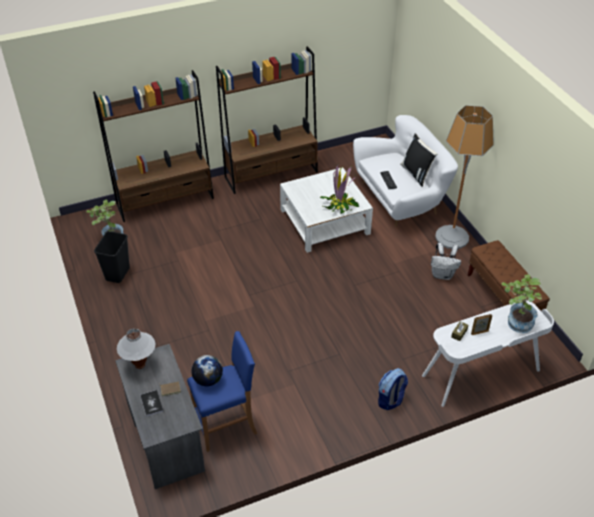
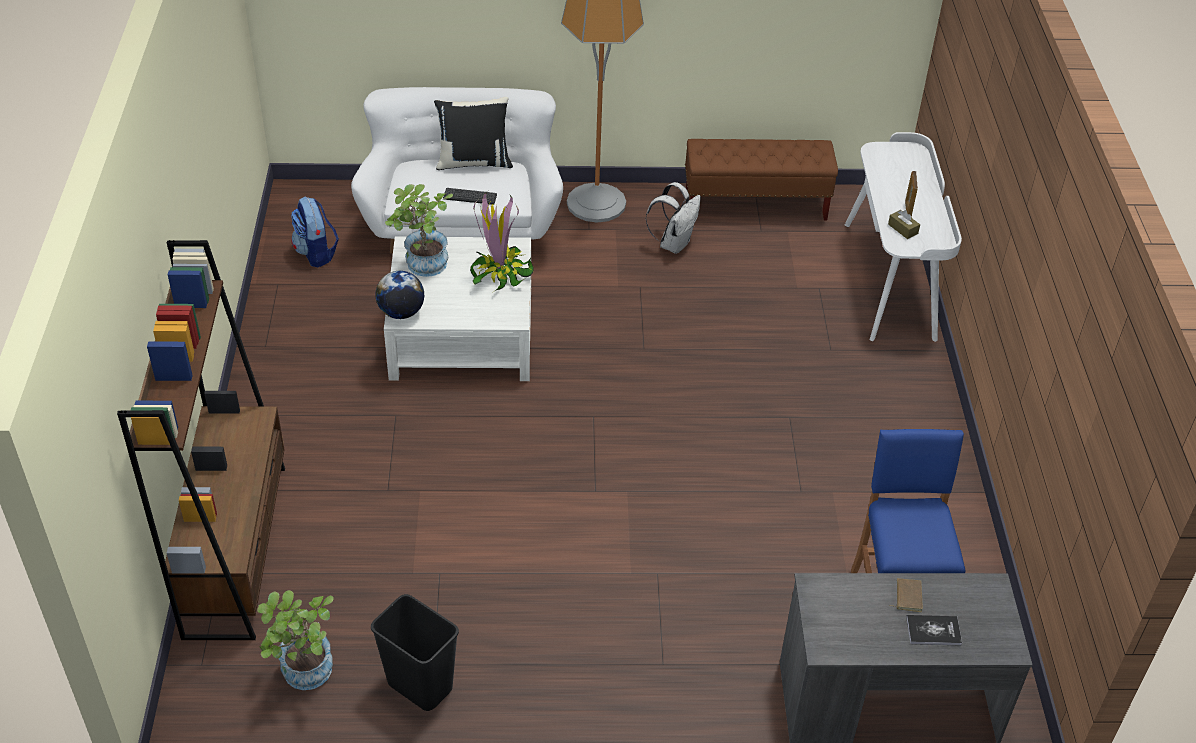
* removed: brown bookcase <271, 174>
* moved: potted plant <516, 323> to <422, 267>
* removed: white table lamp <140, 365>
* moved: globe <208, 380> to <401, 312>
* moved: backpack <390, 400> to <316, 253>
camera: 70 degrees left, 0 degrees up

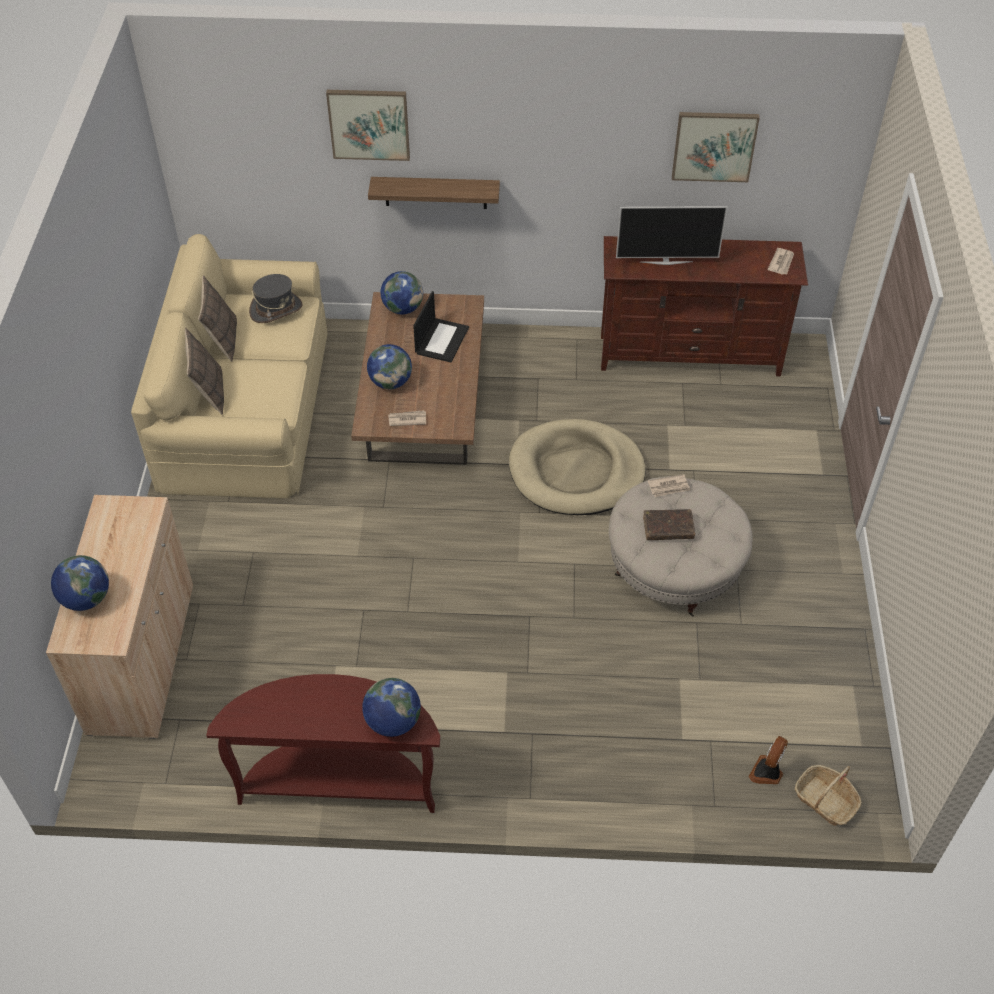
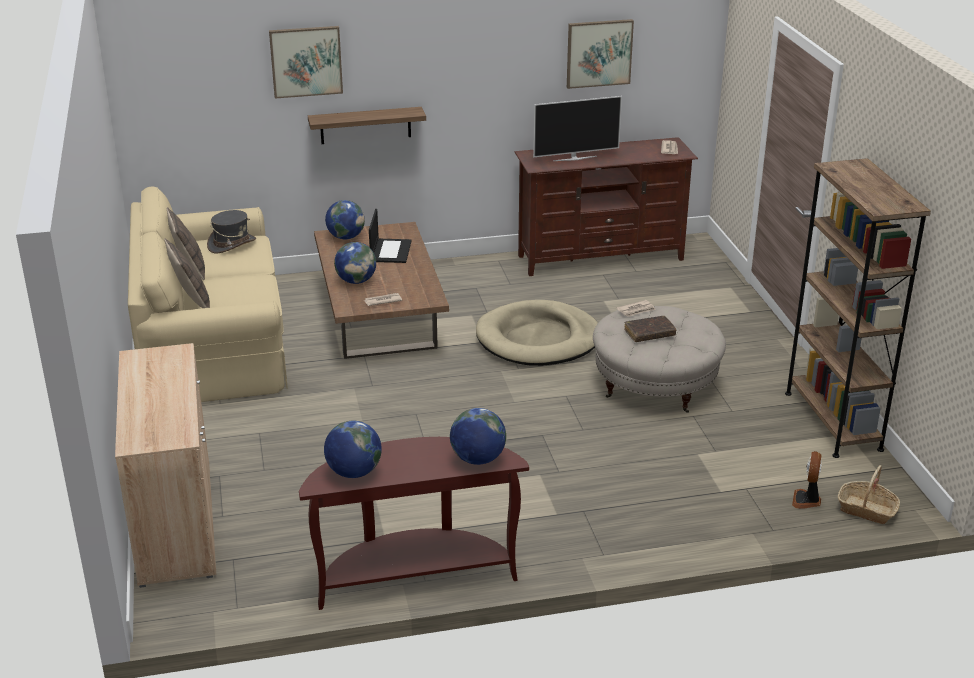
* moved: globe <86, 598> to <354, 472>
* added: brown bookcase <832, 421>
camera: 15 degrees left, 20 degrees down

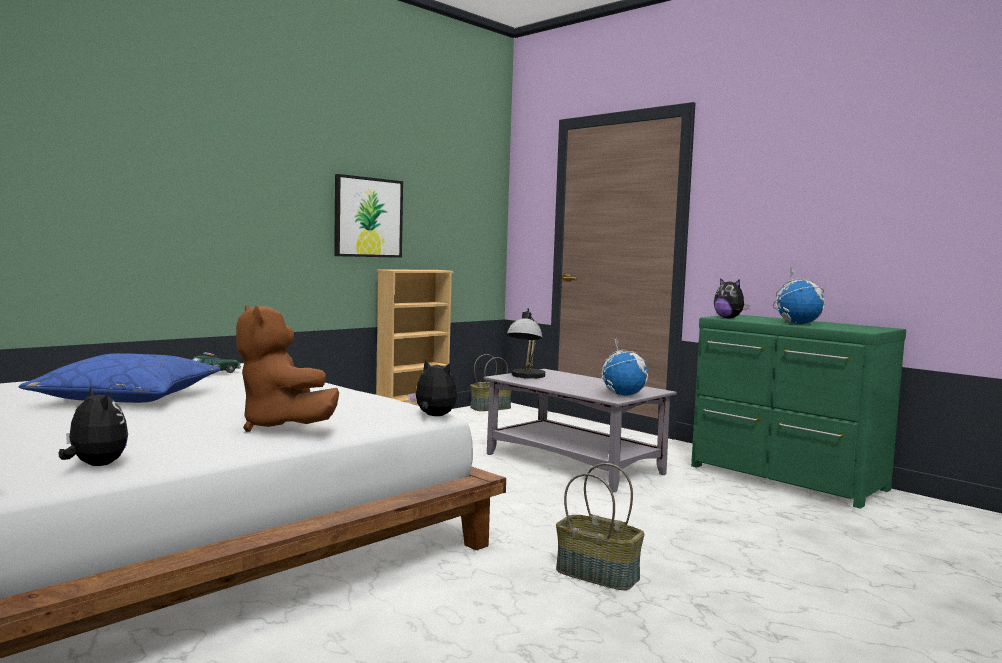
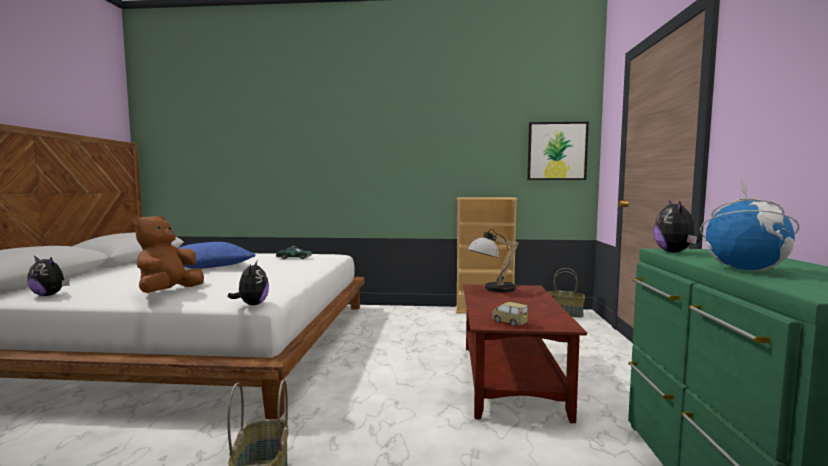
* moved: picture <368, 217> to <557, 151>
* replaced: globe <623, 395> to toy car <509, 322>
* recoloured: grey coffee table <574, 464> to brown coffee table <511, 379>
* turned: plush toy <95, 465> = <49, 295> 105 degrees clockwise
camera: 50 degrees right, 0 degrees up

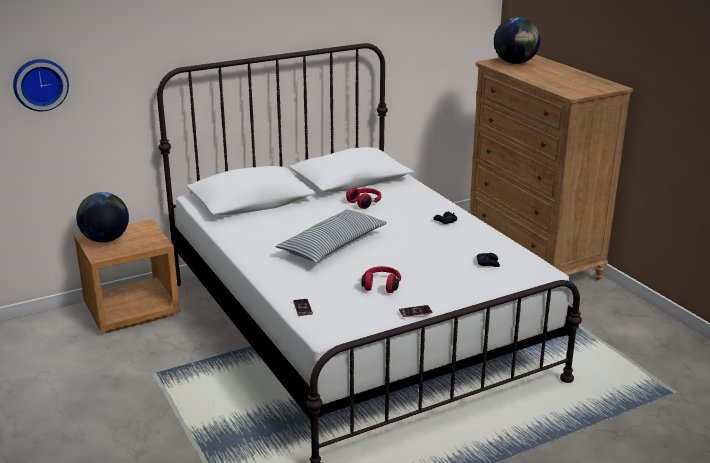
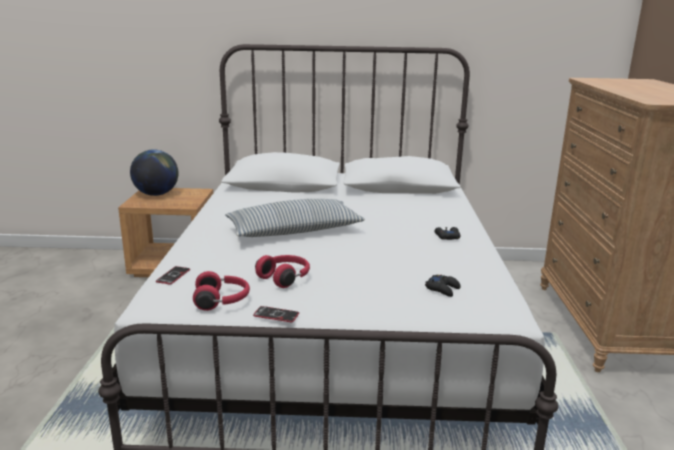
* removed: globe <515, 63>
* removed: wall clock <40, 84>
* moved: red headphones <365, 203> to <222, 301>
camera: 30 degrees right, 5 degrees down

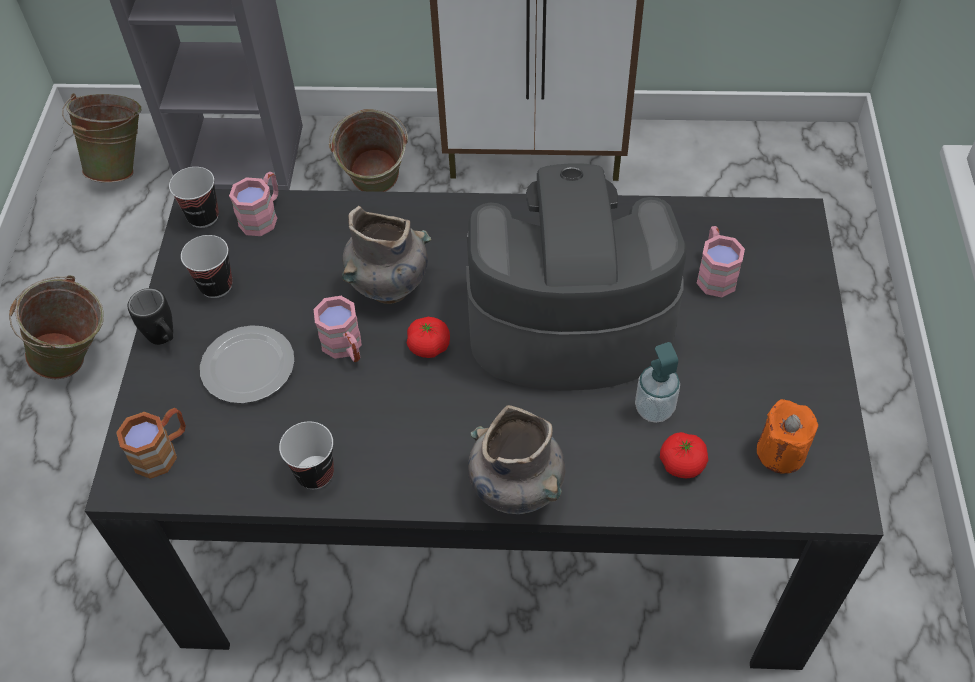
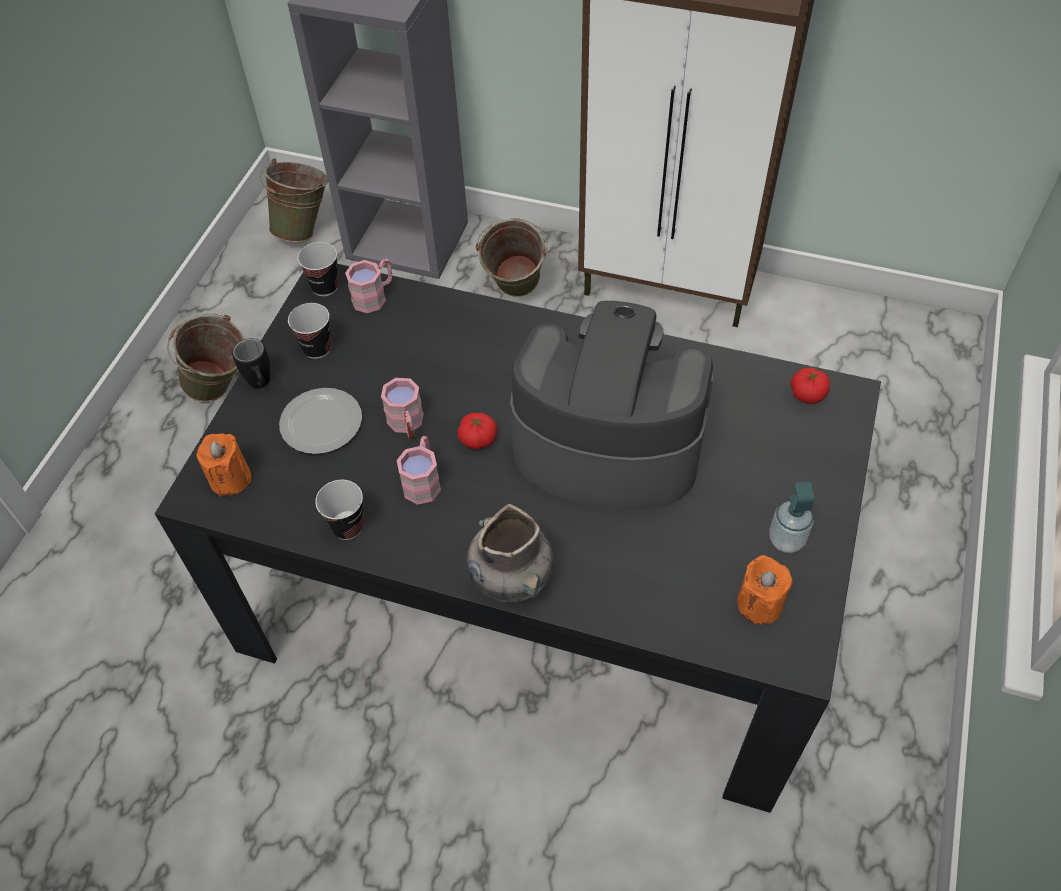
* removed: grey vase <390, 286>
* moved: pink mug <714, 273> to <423, 480>
* moved: soap dispenser <654, 409> to <786, 540>
* replaced: brown mug <162, 451> to orange candle <230, 479>
* moved: tomato <682, 464> to <807, 394>
camera: 15 degrees right, 0 degrees up

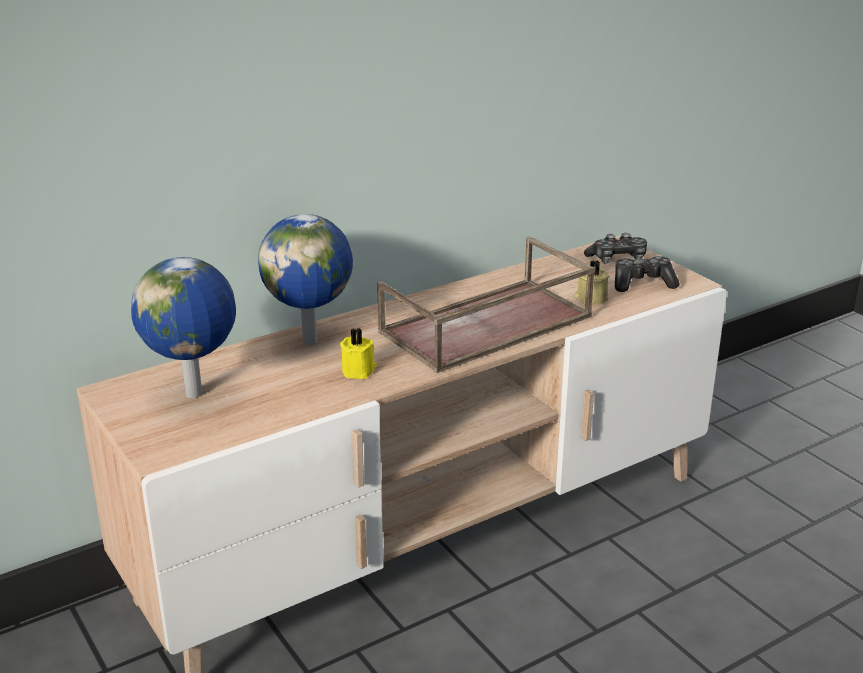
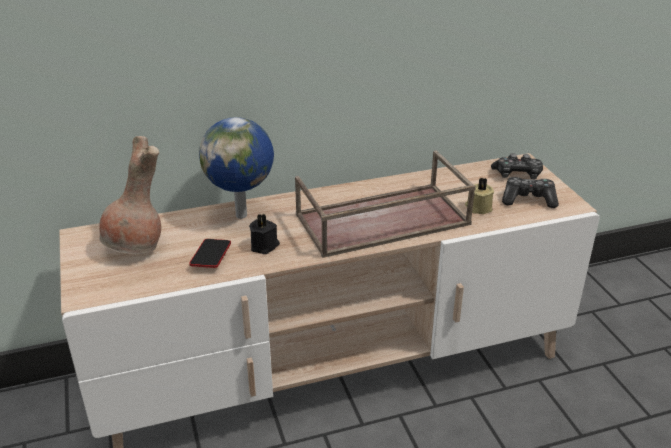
* replaced: globe <195, 394> to brown vase <136, 248>
* recoloured: yellow candle <359, 370> to black candle <265, 246>
* added: phone <211, 256>
camera: 15 degrees right, 5 degrees up

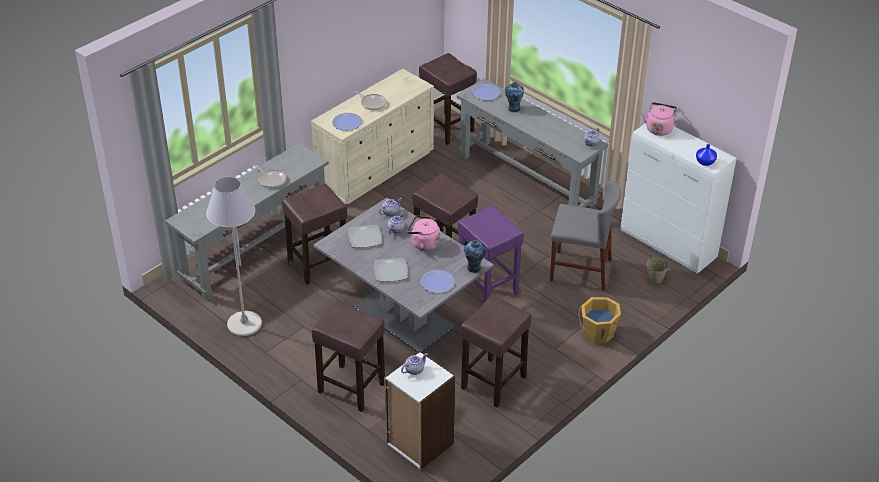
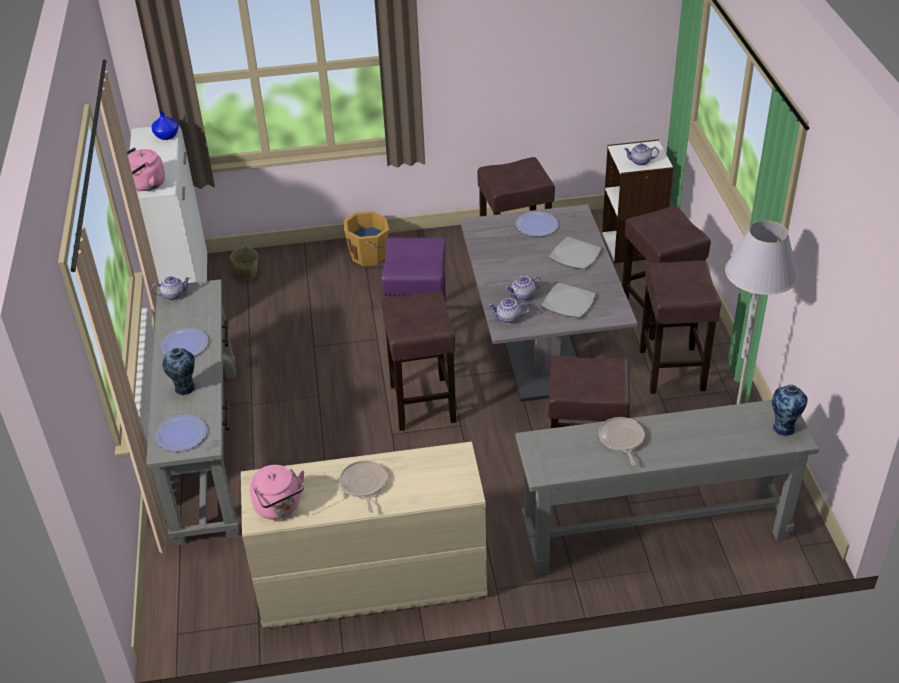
* moved: brown stool <446, 128> to <672, 371>
* moved: plate <347, 122> to <185, 344>
* removed: grey chair <580, 270>
* moved: pink kettle <423, 243> to <279, 507>
* moved: vase <474, 268> to <783, 427>
camera: 140 degrees left, 0 degrees up

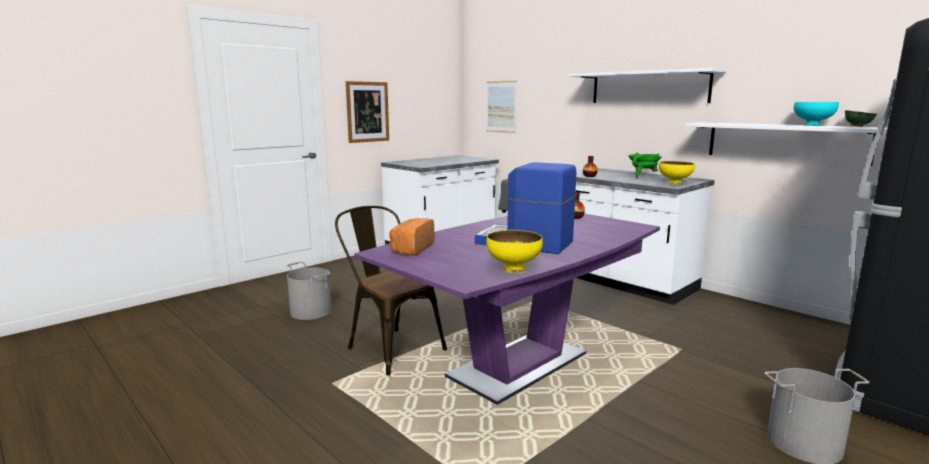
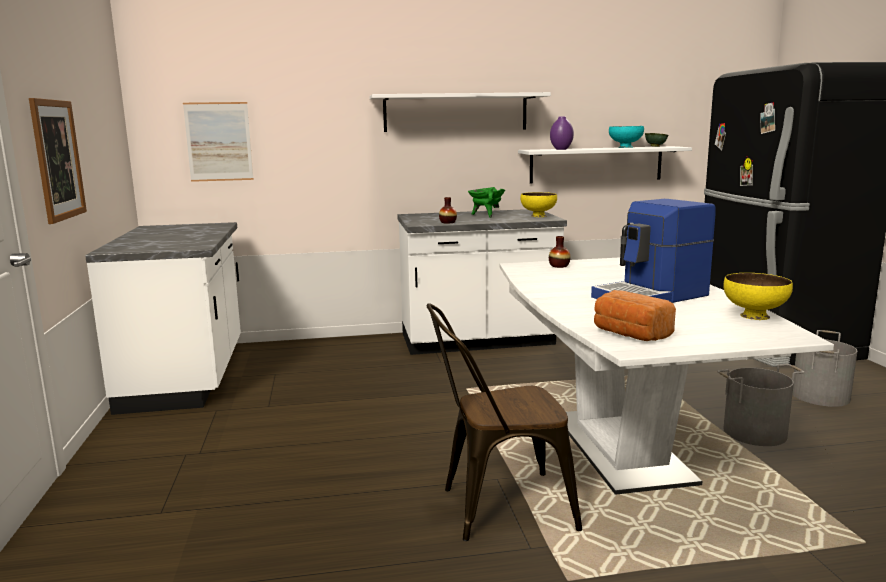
* recoloured: purple dining table <518, 365> to white dining table <620, 448>
* moved: grey bucket <311, 311> to <754, 432>
* added: purple vase <561, 149>
camera: 55 degrees left, 0 degrees up

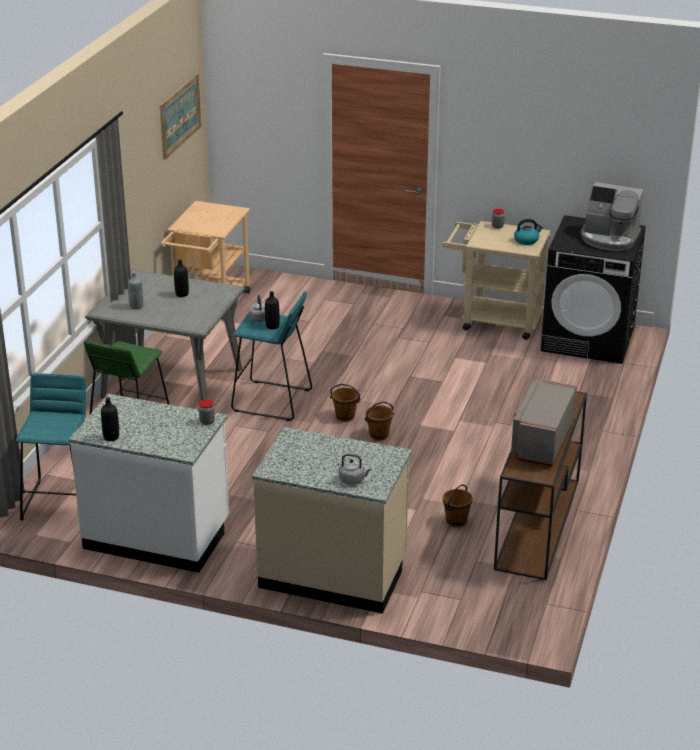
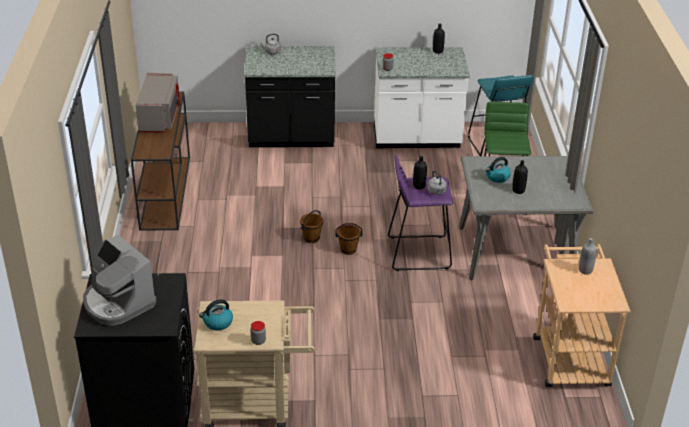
* removed: picture <180, 115>
* turned: coffee machine <609, 238> = <118, 303> 135 degrees counterclockwise
* moved: grey bottle <136, 306> to <585, 270>
* recoloured: turquoise stool <272, 401> to purple stool <418, 252>
* recoloured: beige counter <333, 574> to black counter <291, 138>
* removed: brown bucket <456, 521>
* added: kettle <497, 177>
camera: 160 degrees right, 5 degrees up

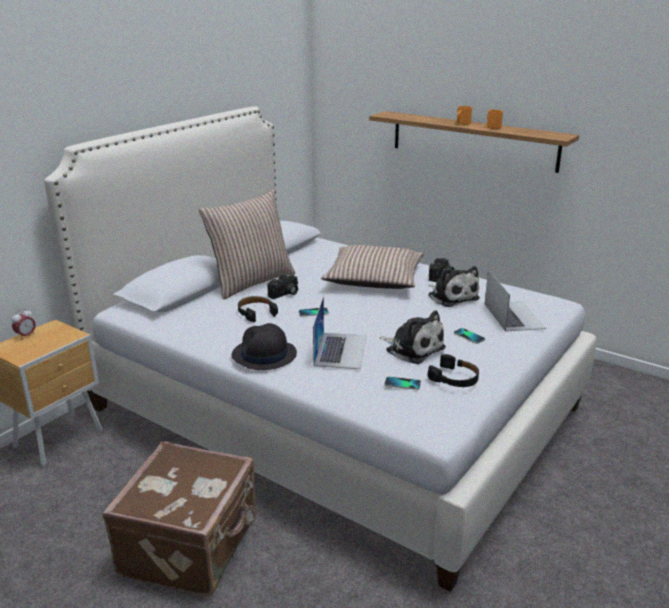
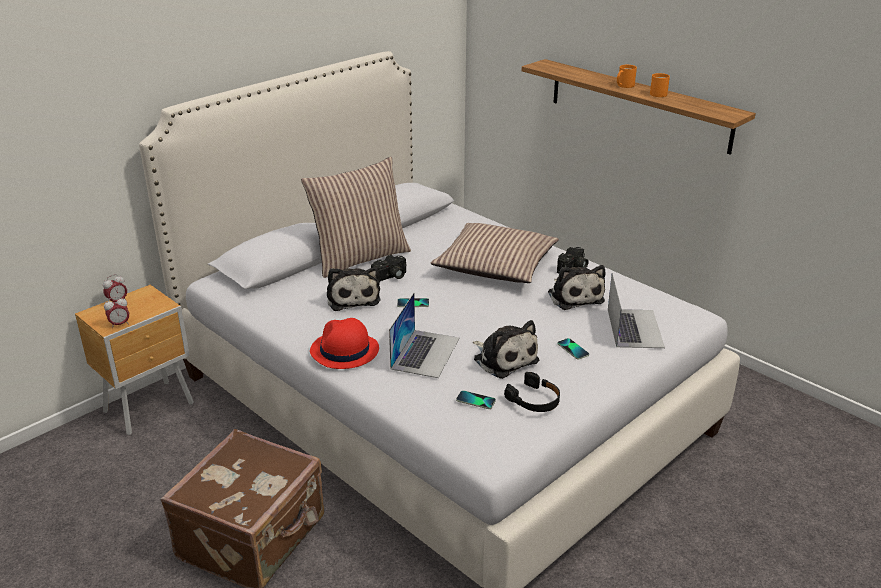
* replaced: black headphones <256, 312> to plush toy <352, 297>
* recoloured: black hat <264, 355> to red hat <344, 351>
* added: alarm clock <119, 324>
camera: 10 degrees right, 5 degrees up

